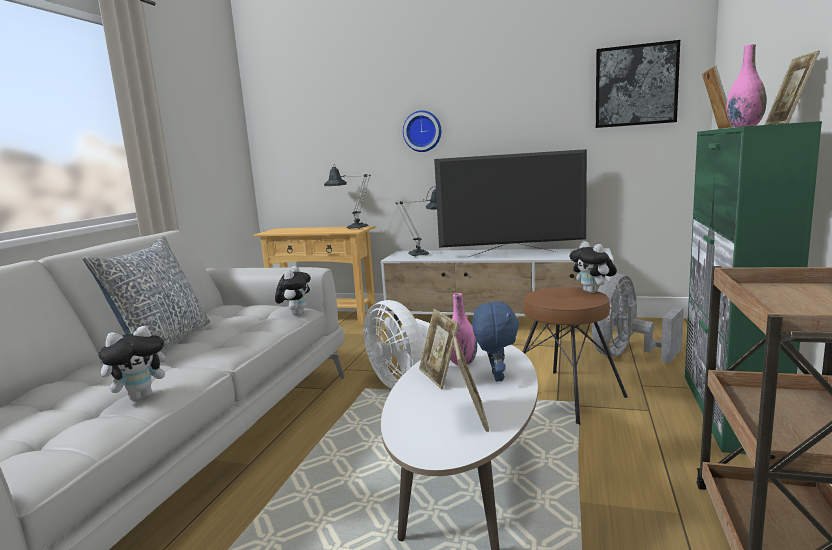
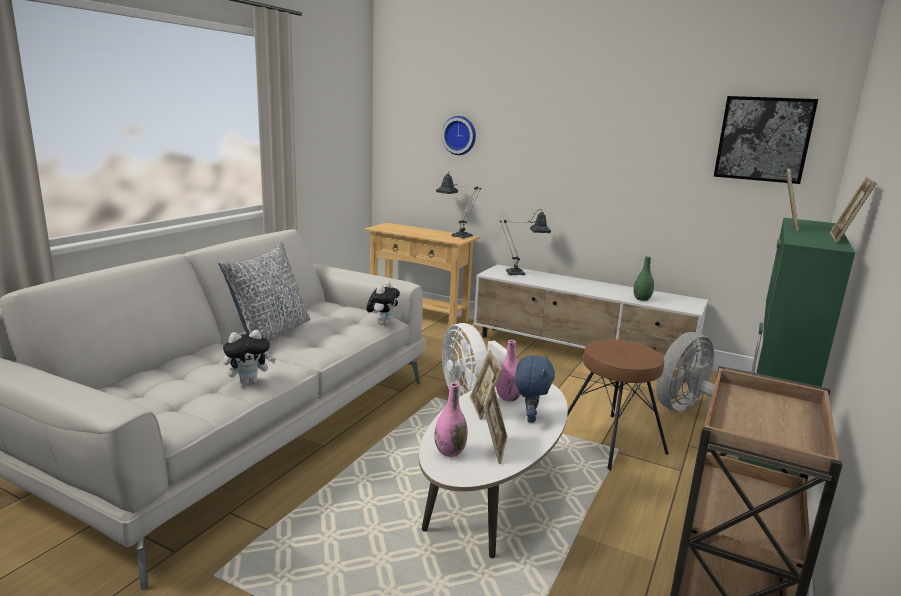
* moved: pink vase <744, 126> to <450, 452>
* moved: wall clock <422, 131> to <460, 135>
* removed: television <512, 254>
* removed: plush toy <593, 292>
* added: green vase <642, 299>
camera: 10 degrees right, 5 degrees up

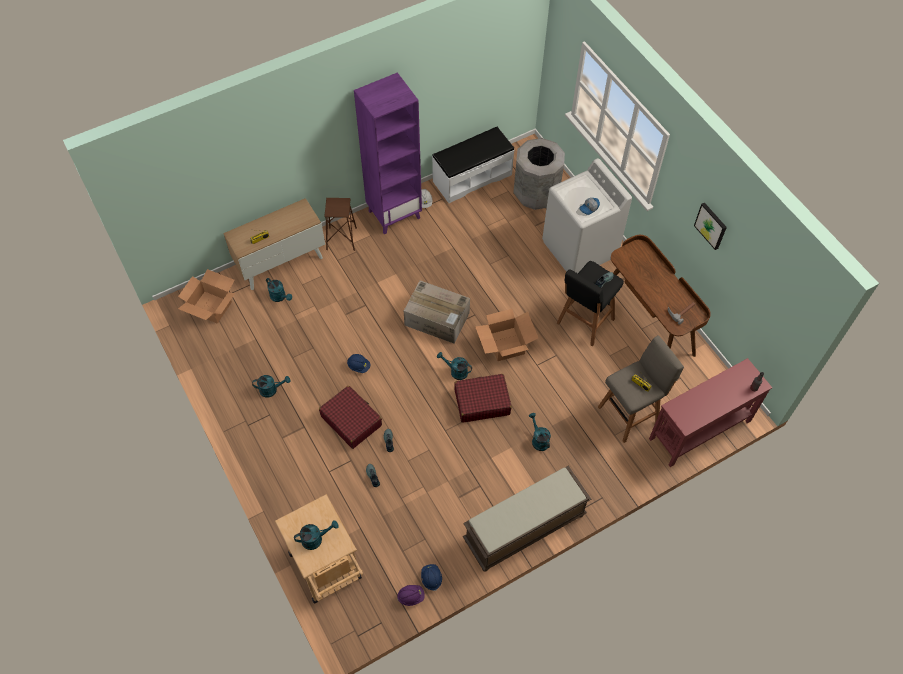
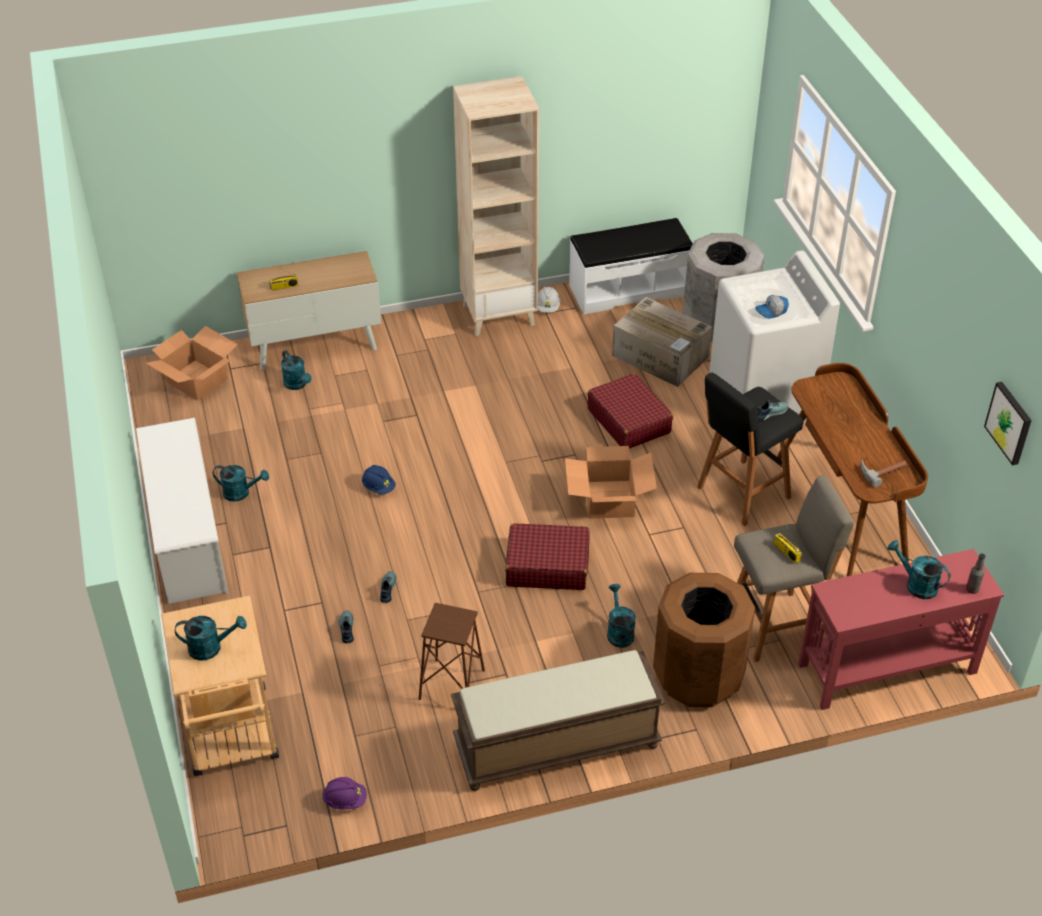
* recoloured: purple bookcase <394, 214> to beige bookcase <499, 314>
* moved: brown stool <341, 239> to <452, 685>
* moved: picture <711, 225> to <1010, 422>
* moved: cardboard box <438, 319> to <661, 356>
* moved: turquoise watering can <455, 371> to <916, 585>
* moved: red suitcase <351, 420> to <629, 420>
* removed: blue hard hat <431, 578>
* added: white shoe rack <187, 538>
* added: brown trash can <697, 677>
camera: 15 degrees right, 15 degrees down

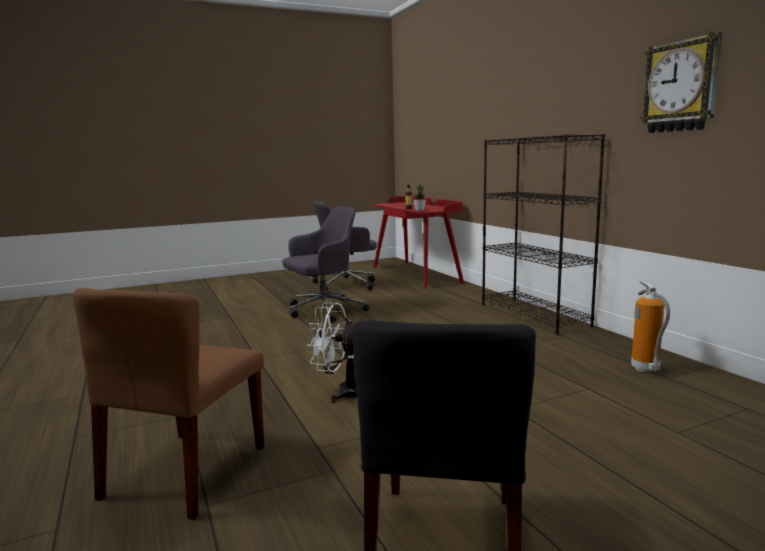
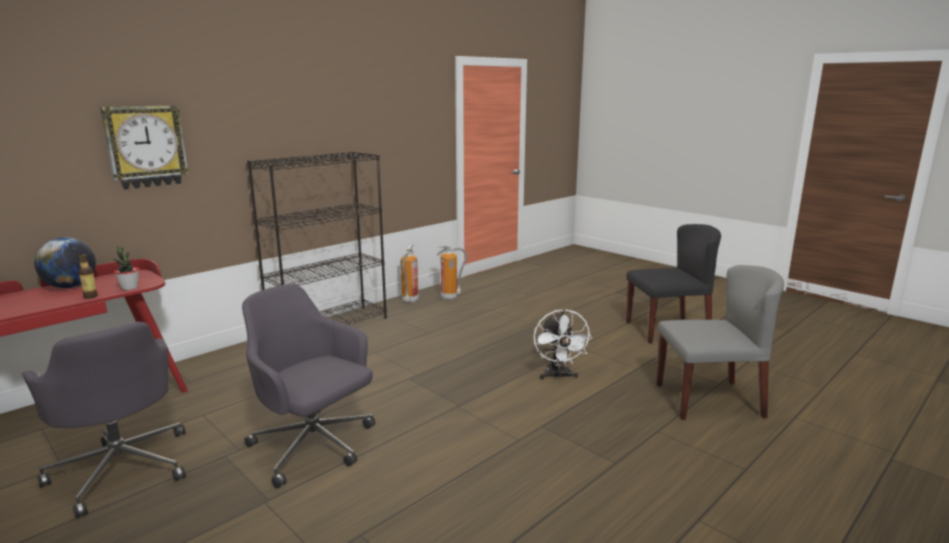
* moved: wall clock <681, 86> to <146, 146>
* recoloured: brown chair <186, 472> to grey chair <709, 400>
* added: globe <71, 287>
* added: fire extinguisher <410, 300>
camera: 110 degrees left, 5 degrees up

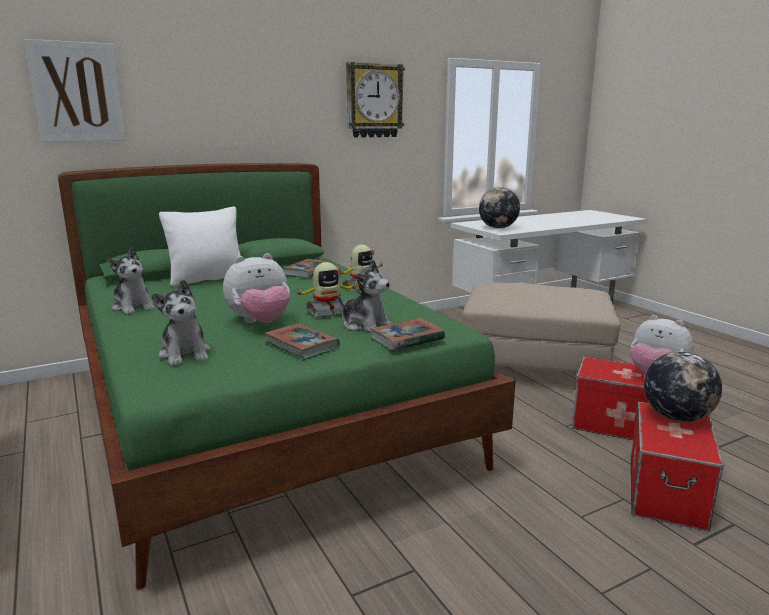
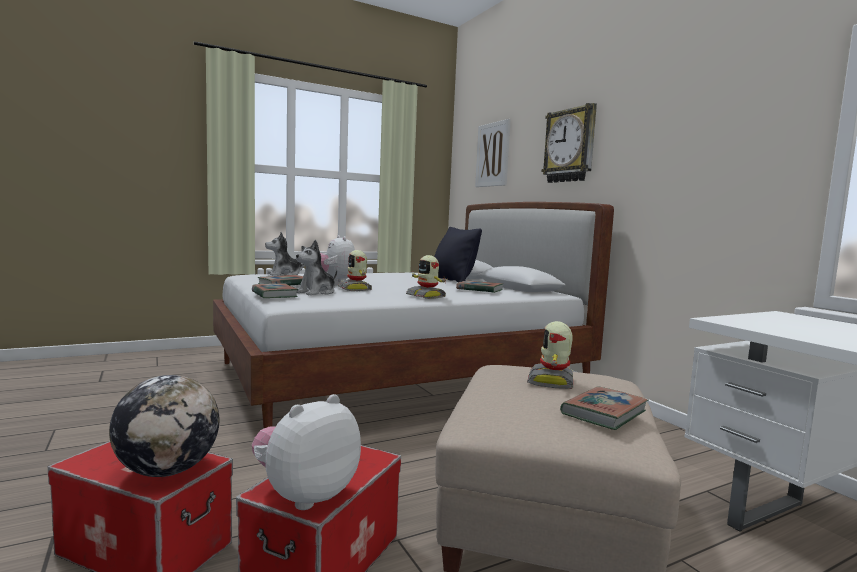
* moved: wall clock <374, 101> to <570, 145>
* recoloured: green bed <263, 415> to white bed <397, 379>
* removed: globe <498, 228>
* recoloured: white pillow <207, 279> to black pillow <453, 280>
* removed: plush toy <133, 307>
* added: toy robot <552, 381>
* added: book <604, 413>
camera: 90 degrees right, 10 degrees down

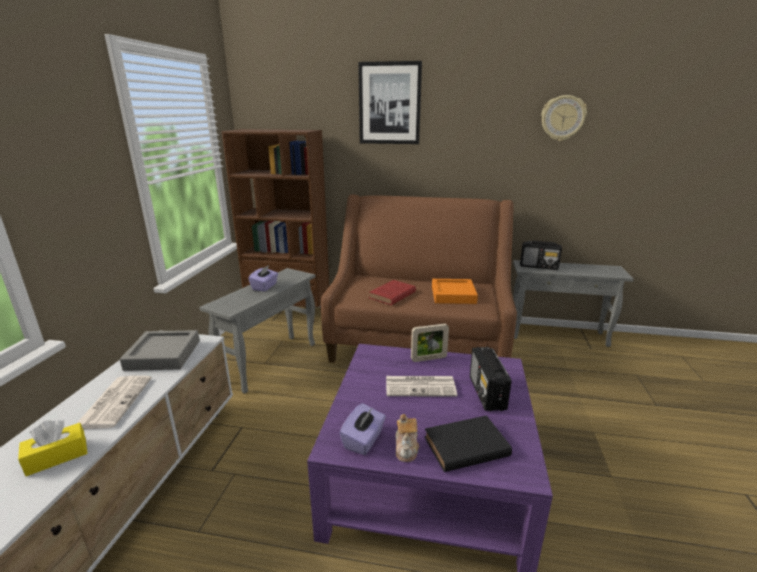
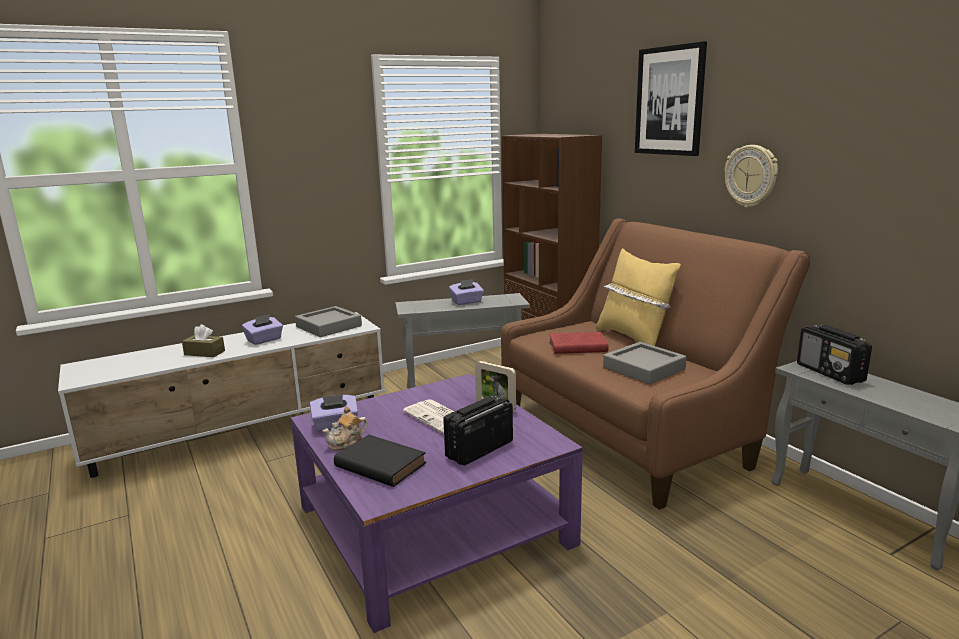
* moved: wall clock <562, 118> to <751, 176>
* recoloured: orange tray <453, 295> to grey tray <644, 368>
* replaced: newspaper <114, 401> to purple tissue box <264, 340>
* recoloured: yellow tissue box <57, 456> to brown tissue box <204, 353>
* added: yellow pillow <633, 338>
camera: 50 degrees right, 5 degrees down

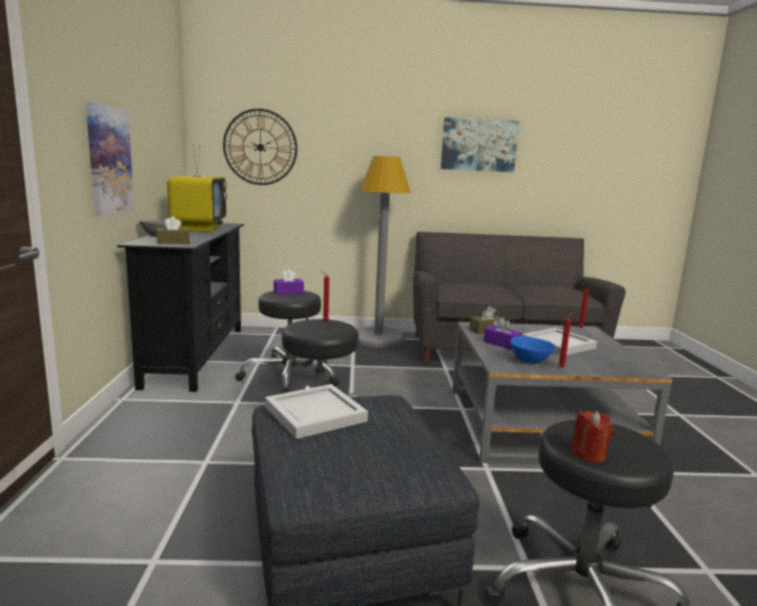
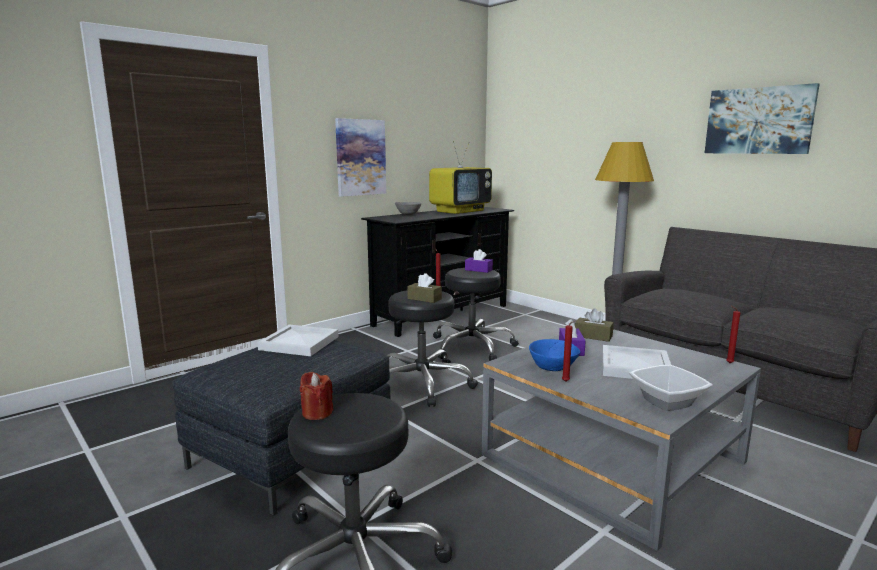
* removed: wall clock <260, 147>
* moved: brown tissue box <173, 242> to <424, 299>
* added: bowl <666, 401>
camera: 50 degrees right, 0 degrees up

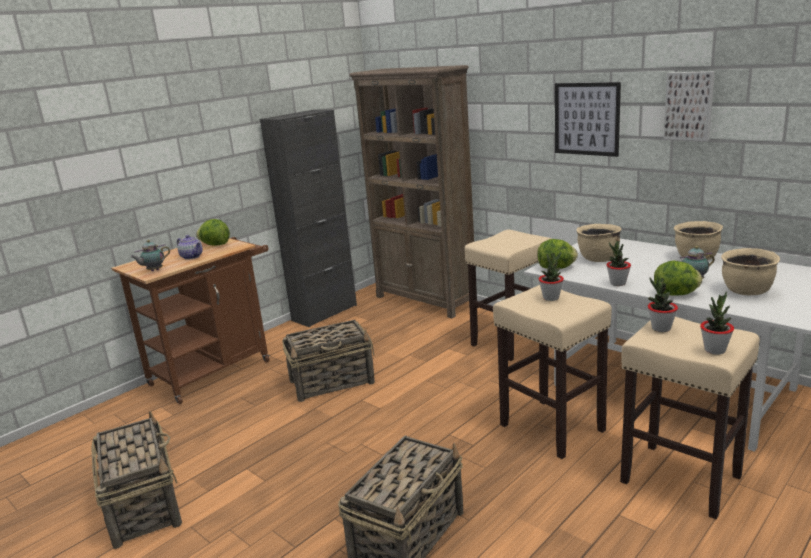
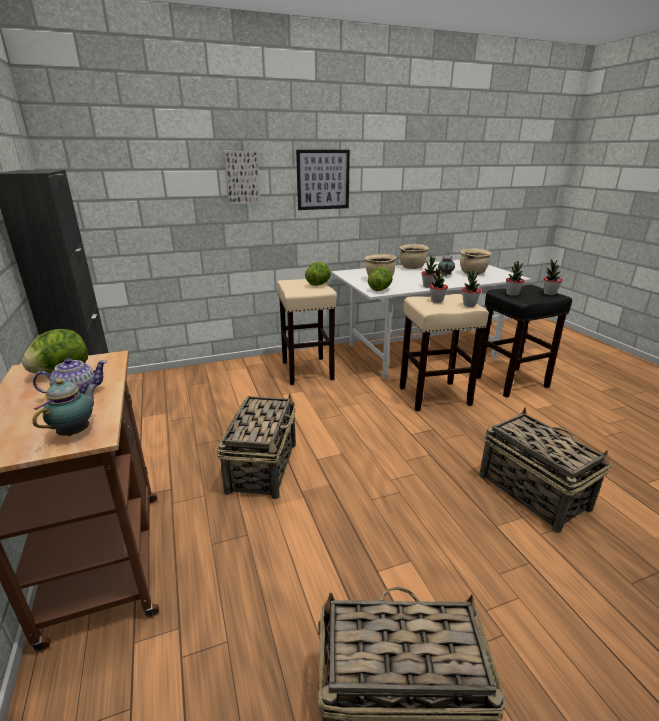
* removed: brown bookcase <425, 300>
* moved: picture <689, 106> to <242, 177>
* turned: teapot <153, 270> = <77, 431> 150 degrees counterclockwise
* moved: lettuce <676, 294> to <318, 284>
* recoloured: beige stool <678, 479> to black stool <510, 382>
* added: potted plant <469, 305>
camera: 65 degrees left, 5 degrees up

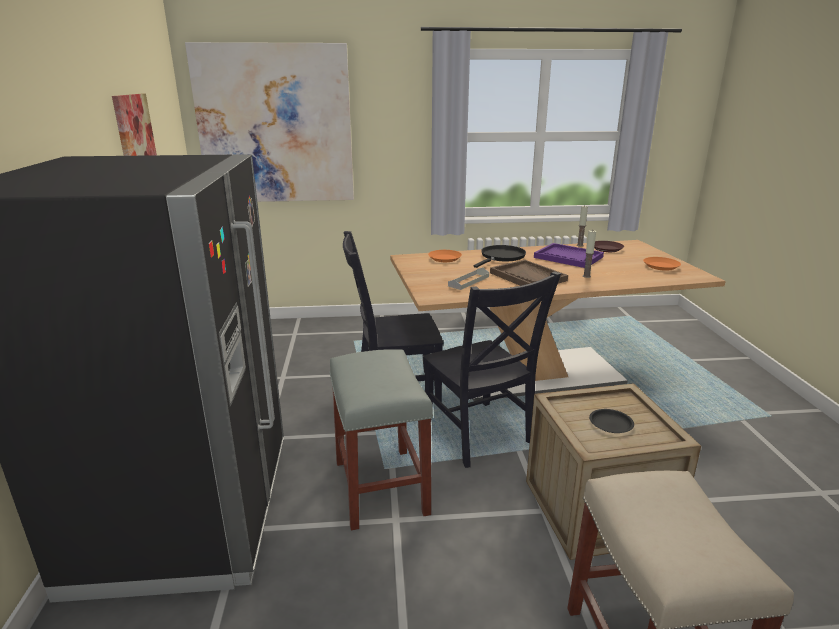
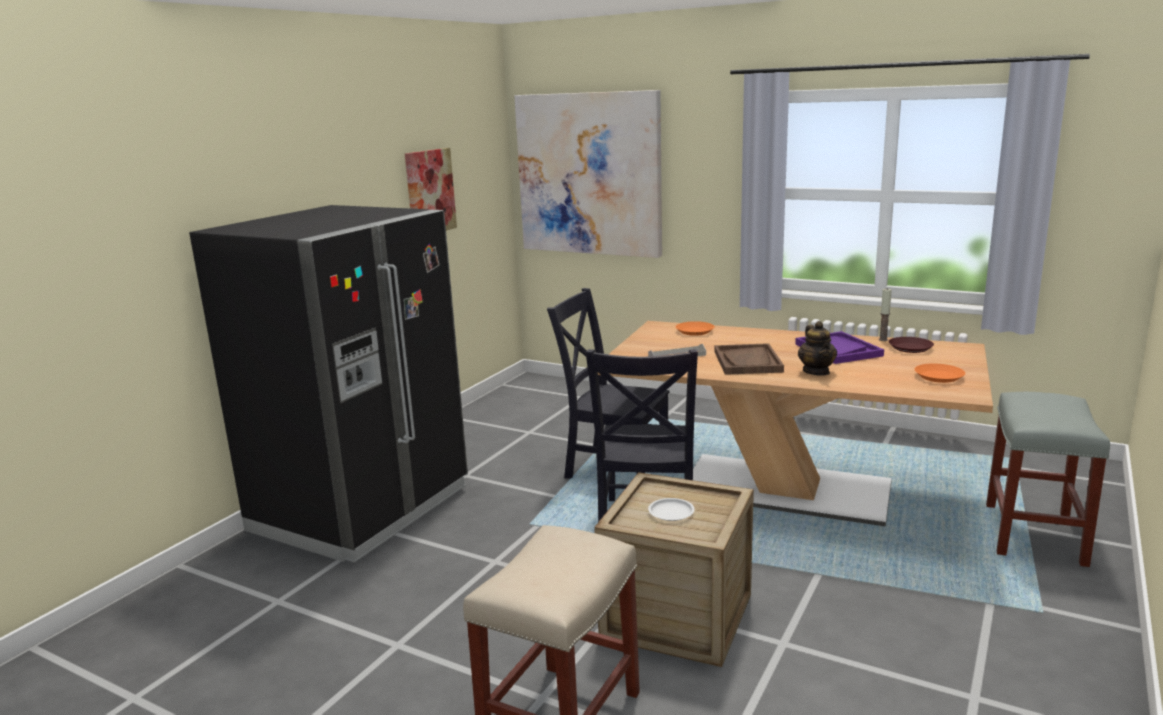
* replaced: candle <586, 276> to teapot <816, 371>
* removed: black frying pan <501, 257>
* moved: grey stool <381, 488> to <1035, 535>
* recoloured: black plate <611, 424> to white plate <671, 513>
camera: 35 degrees right, 5 degrees down

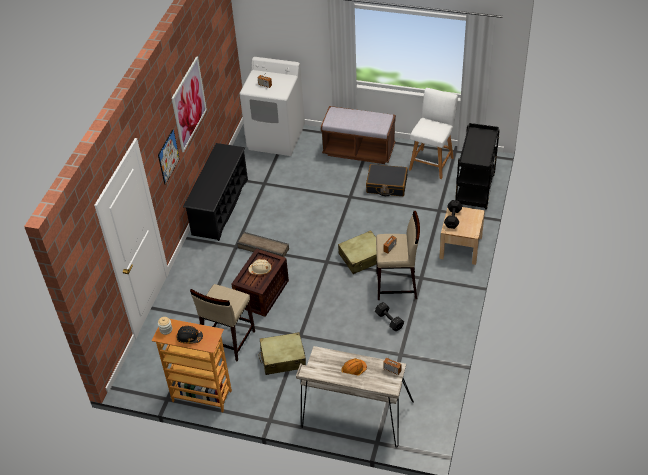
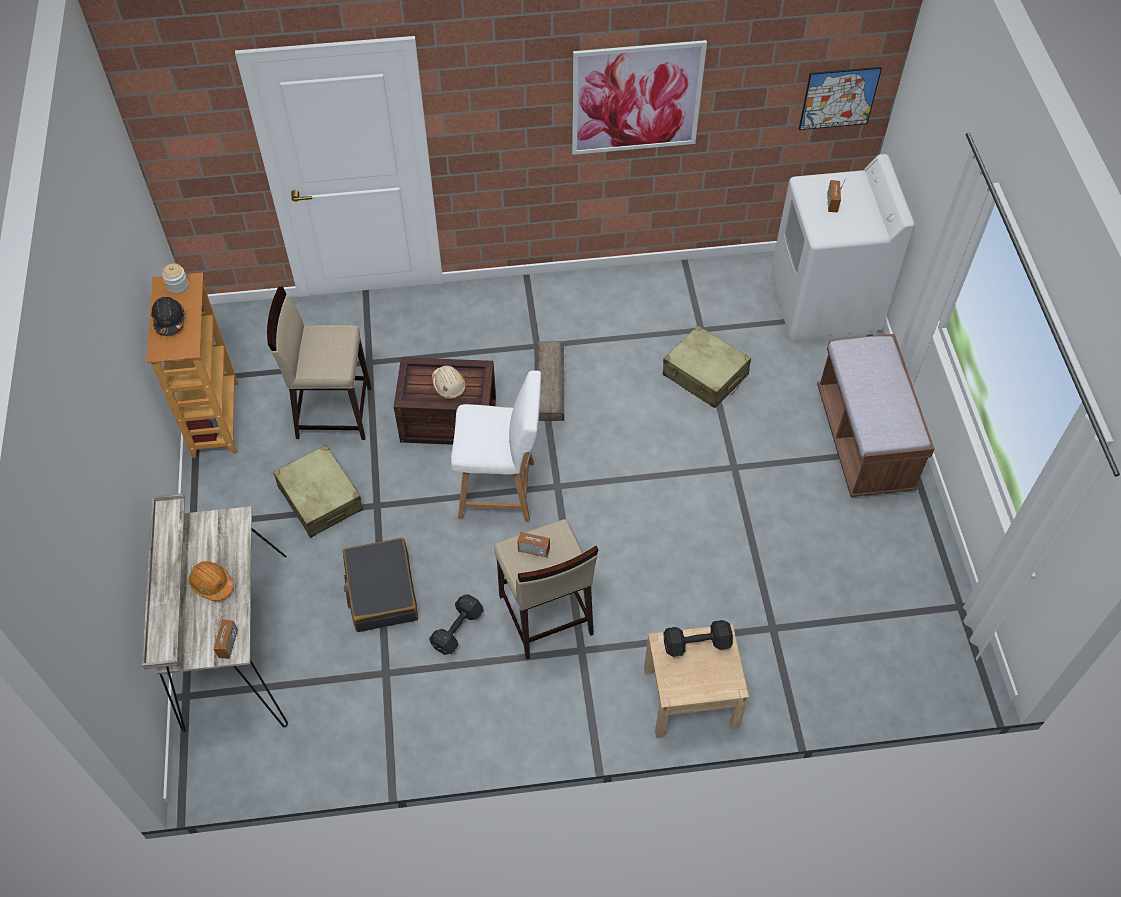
* moved: white stool <432, 162> to <501, 490>
* removed: black cart <475, 192>
* moved: picture <168, 156> to <839, 98>
* removed: black shoe rack <220, 207>
* moved: black suitcase <386, 185> to <381, 591>
* moved: beige suitcase <362, 257> to <705, 375>
camera: 65 degrees right, 10 degrees up

